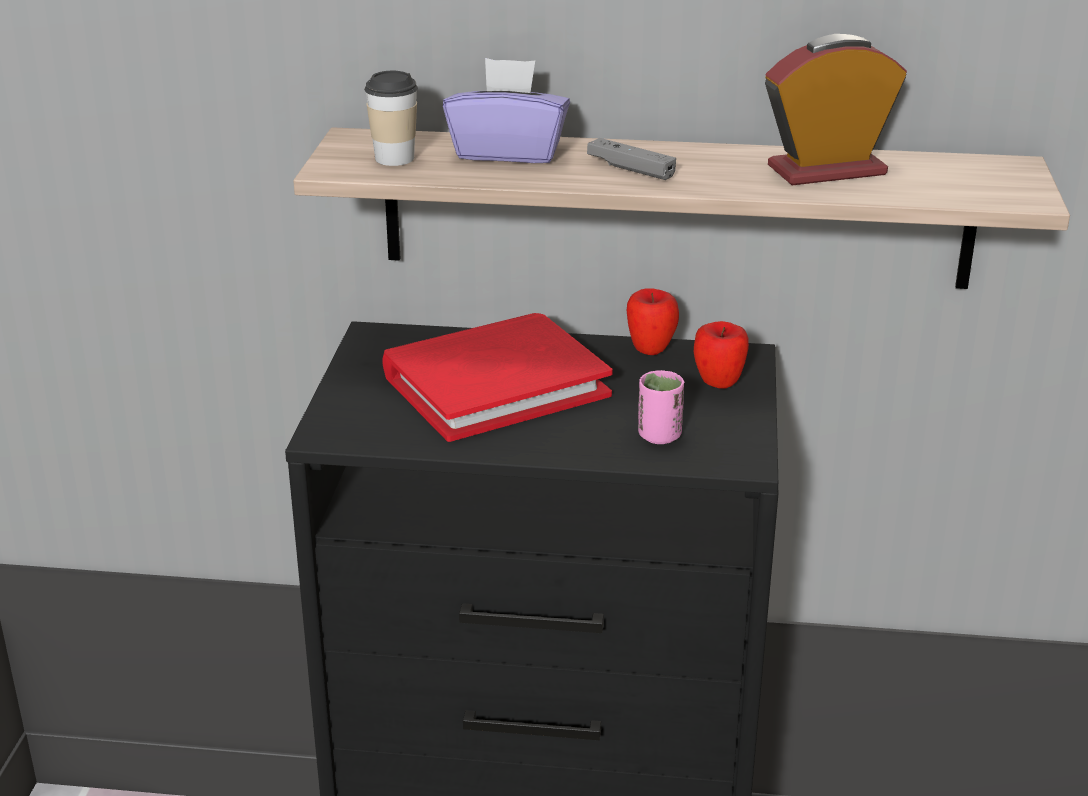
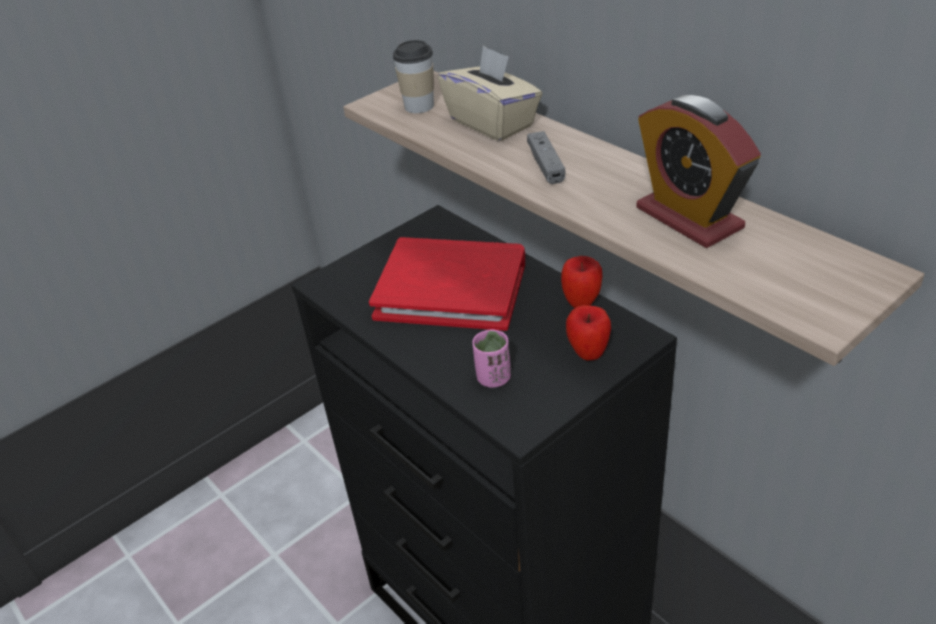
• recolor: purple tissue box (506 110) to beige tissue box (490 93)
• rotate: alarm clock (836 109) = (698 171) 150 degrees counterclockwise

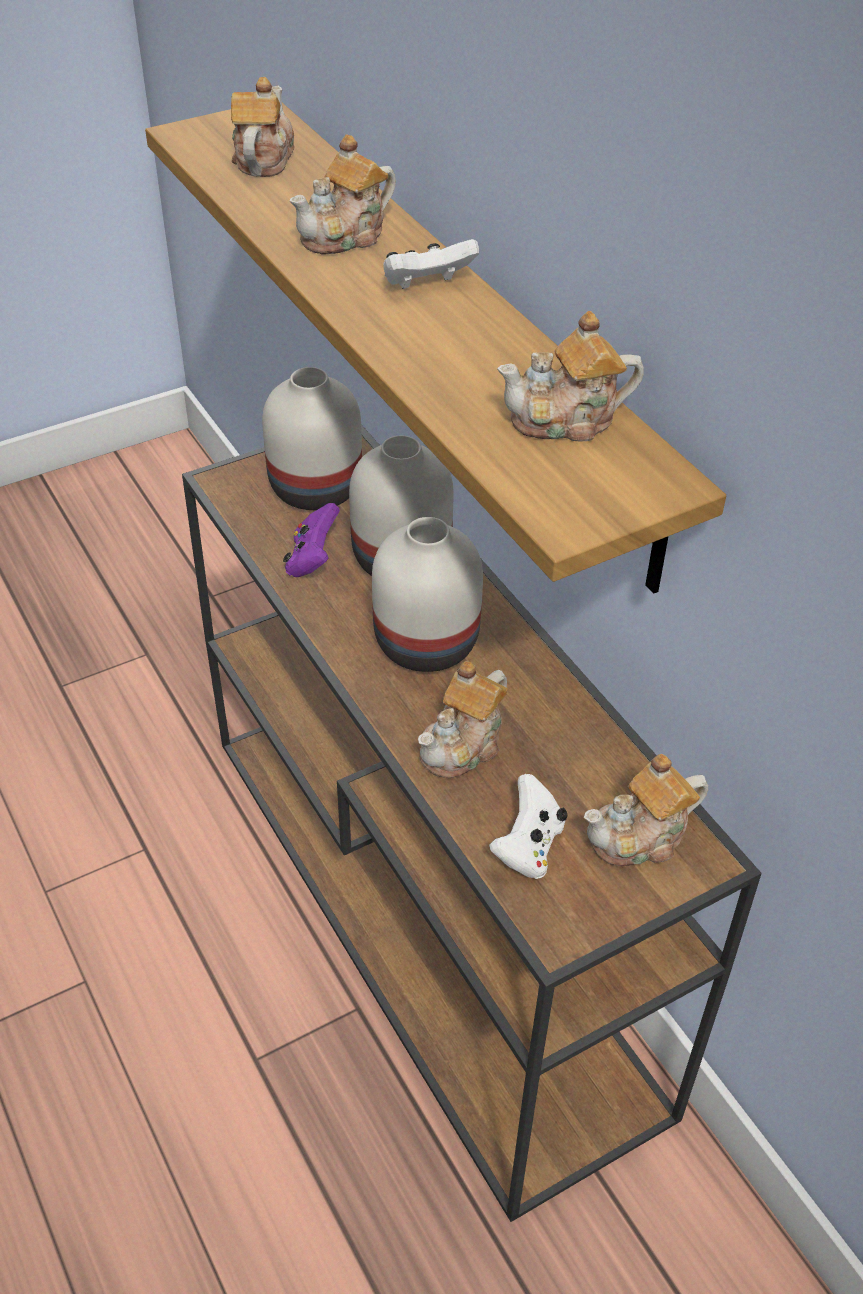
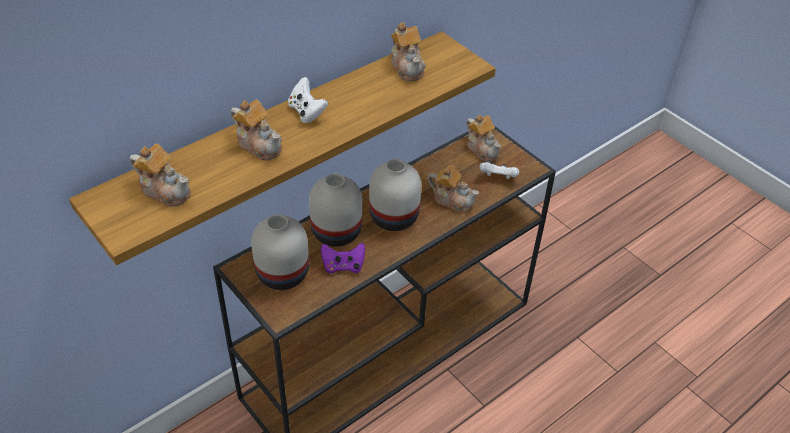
• rotate: teapot (263 127) = (160 175) 150 degrees counterclockwise

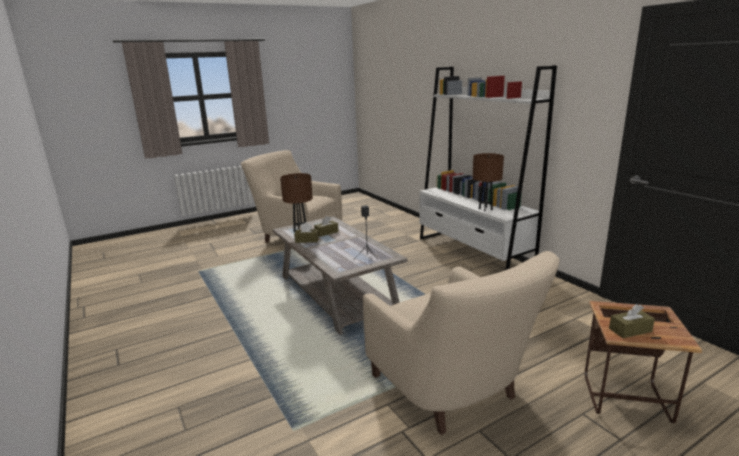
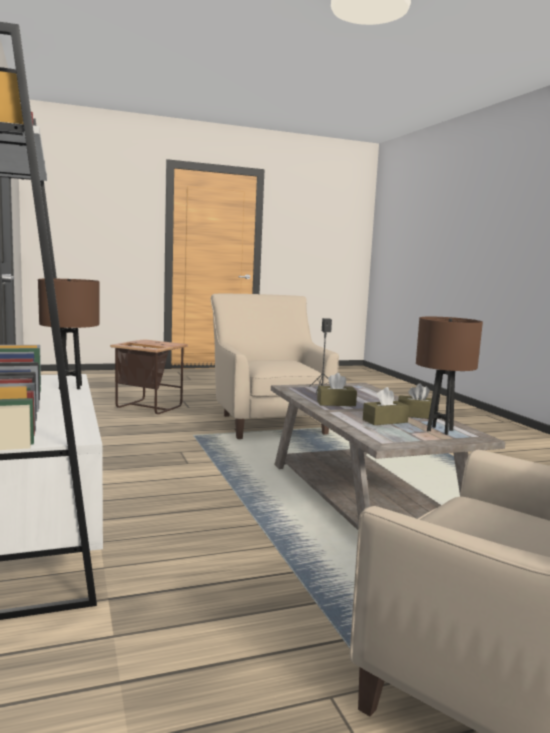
• move: brown tissue box (632 321) to (337 389)

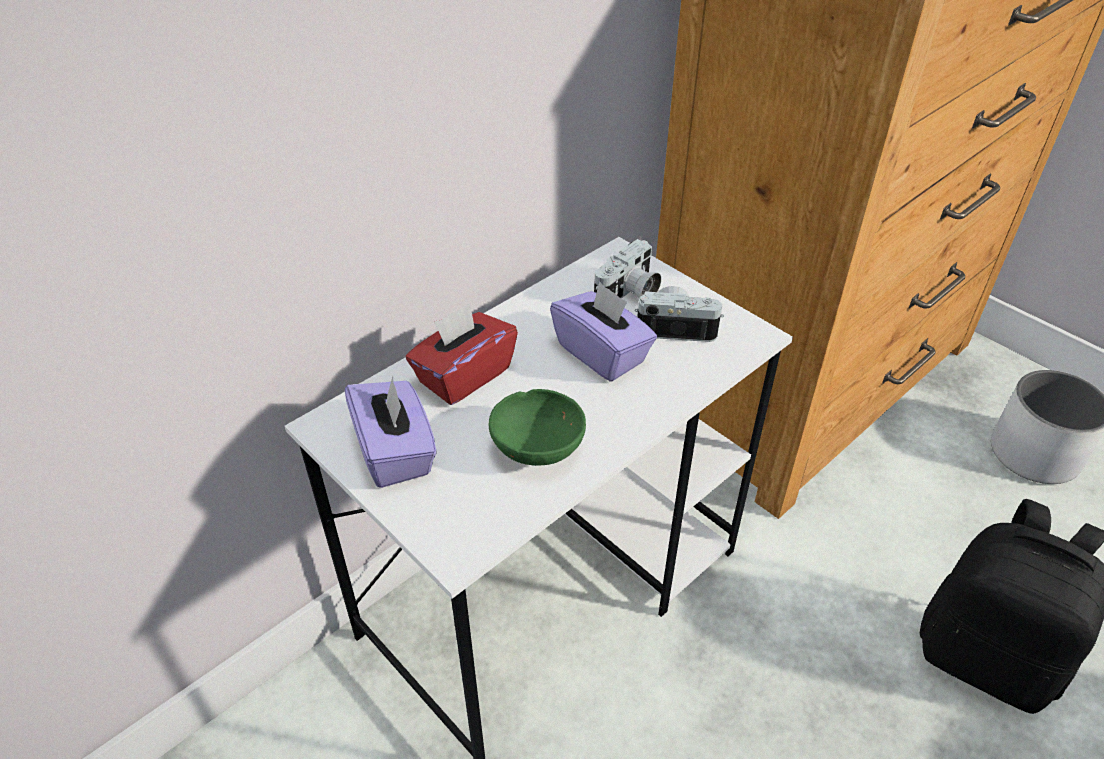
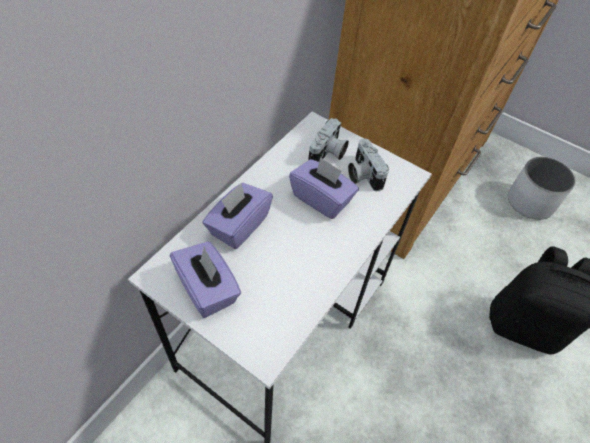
• recolor: red tissue box (462 354) to purple tissue box (237 216)
• delete: green bowl (537 427)
• rotate: photo camera (679 314) = (368 164) 105 degrees counterclockwise

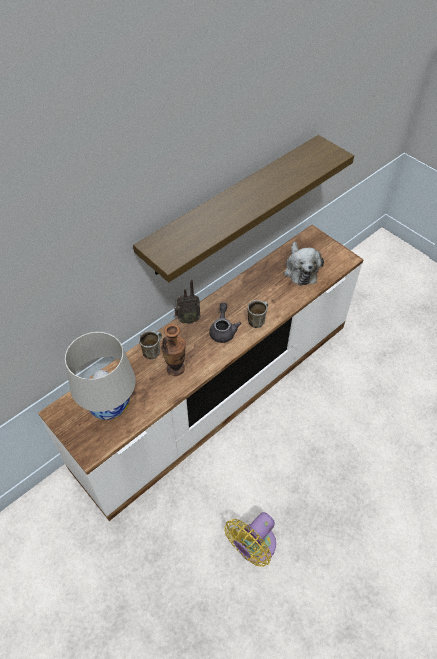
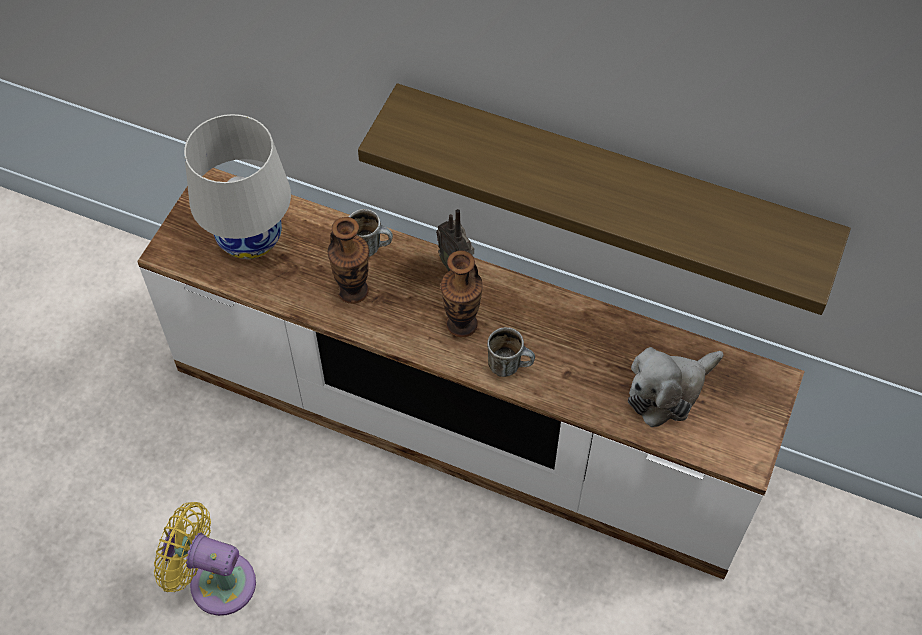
• replace: grey teapot (225 323) to vase (462 293)

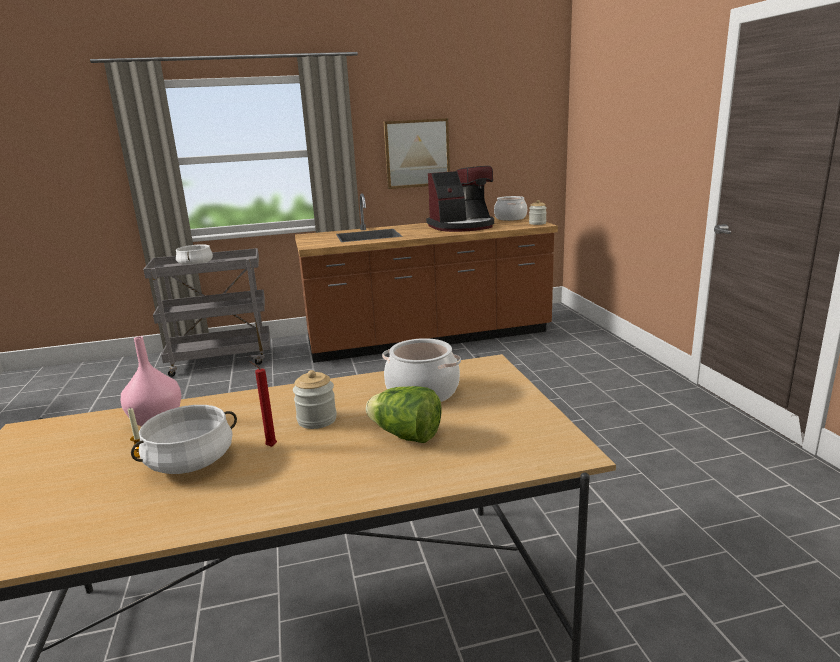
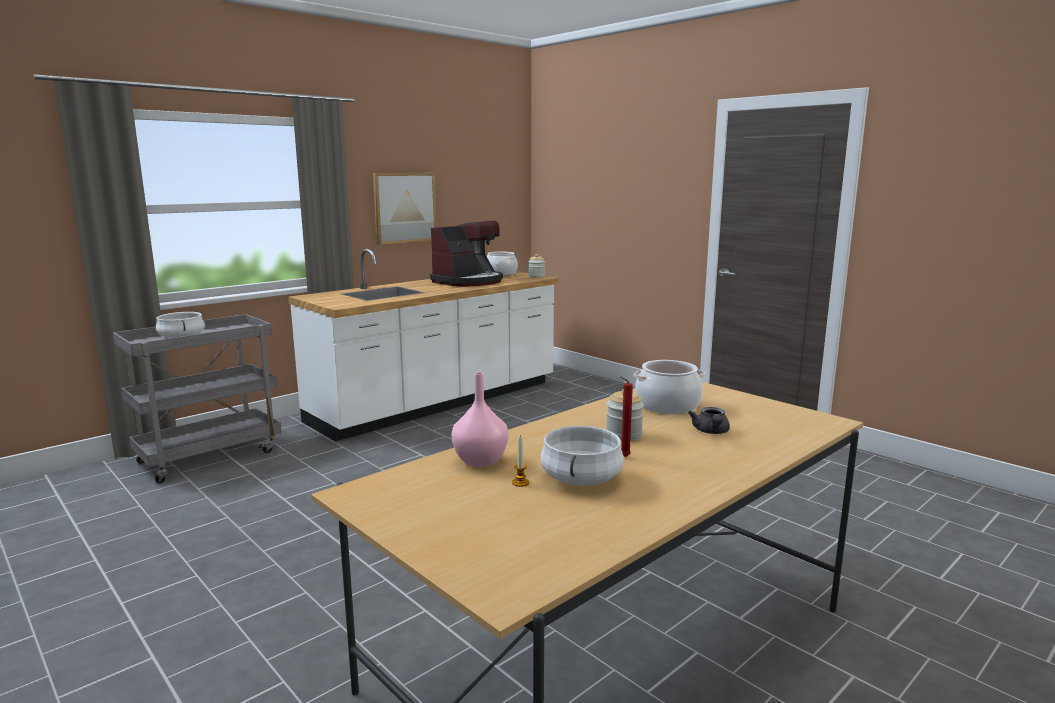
• recolor: brown counter (426 278) to white counter (423 345)
• replace: lettuce (404 414) to grey teapot (709 420)

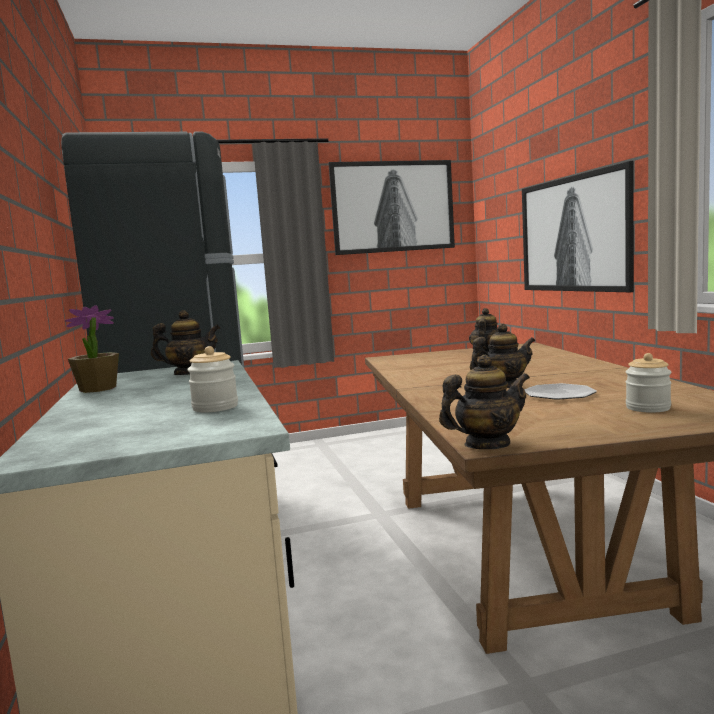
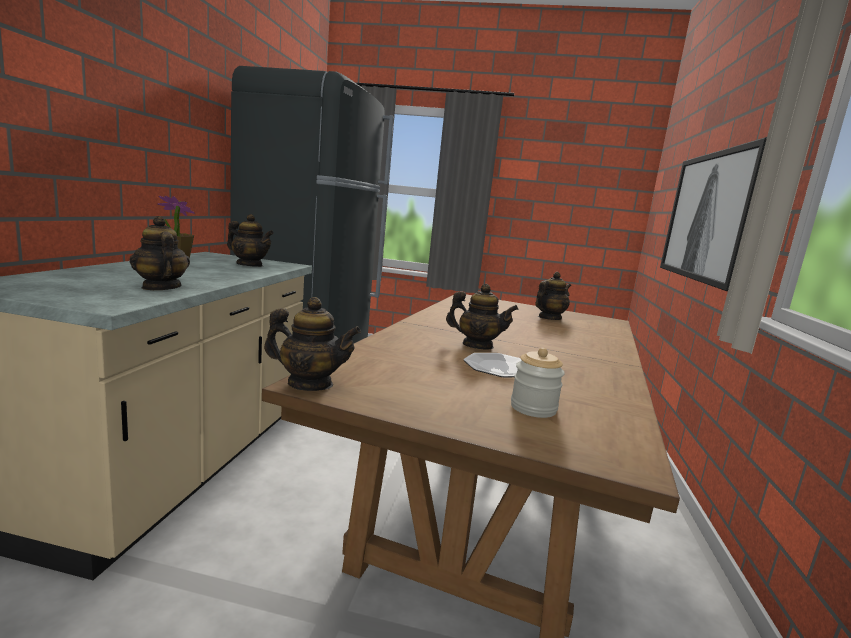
• replace: jar (212 379) to teapot (159 253)
• delete: picture (391 207)

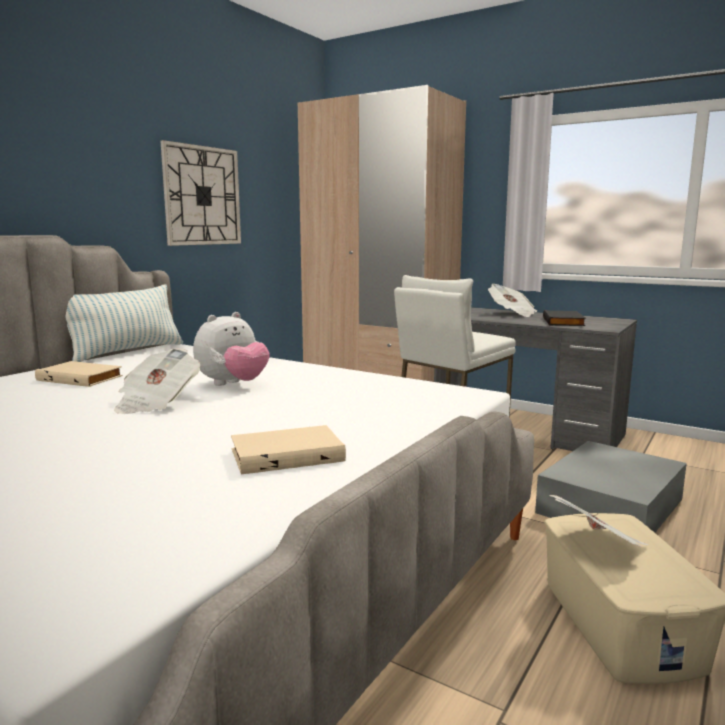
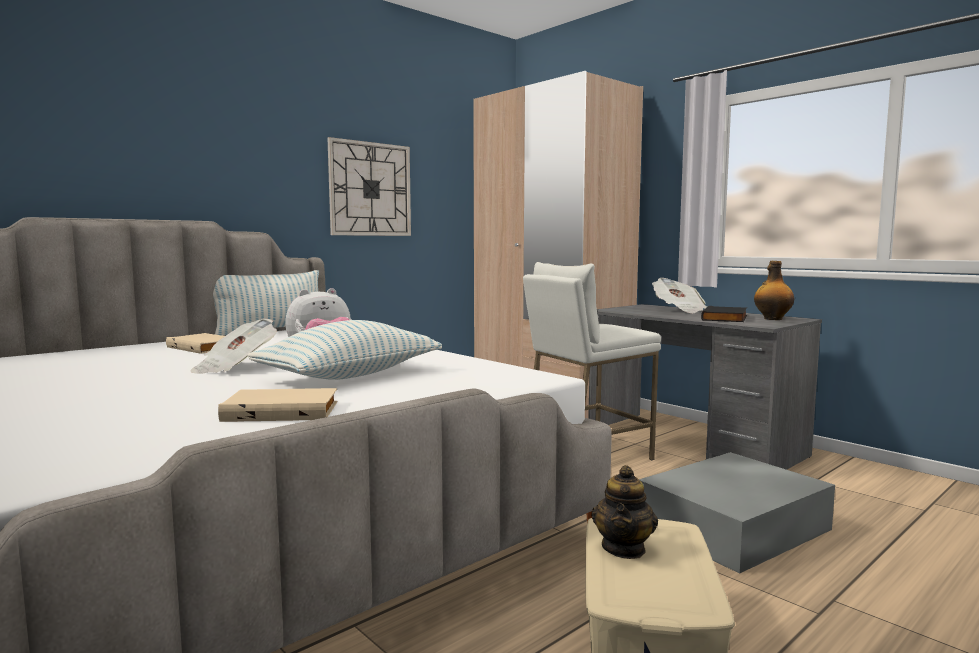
• replace: newspaper (598 521) to teapot (624 512)
• insert: pillow (344 350)
• insert: bottle (774 290)

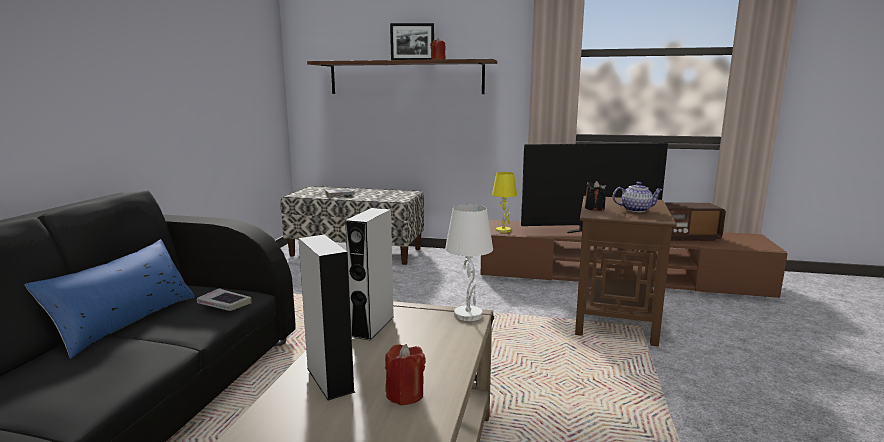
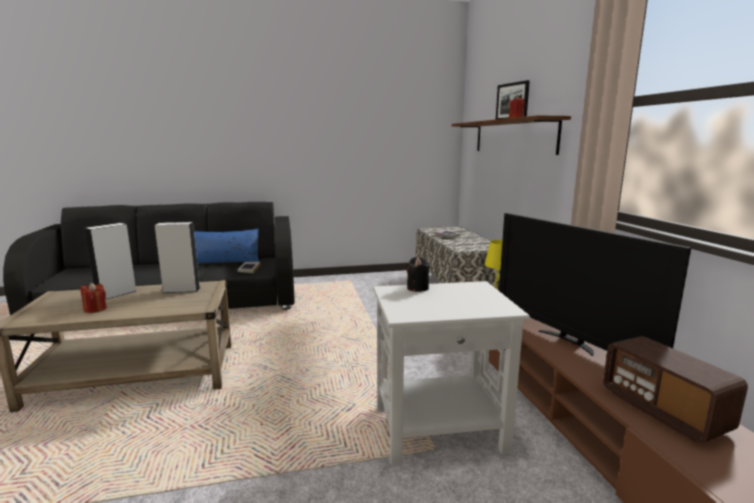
• delete: white table lamp (469 262)
• recolor: brown side table (625 271) to white side table (451 373)
• delete: teapot (638 197)

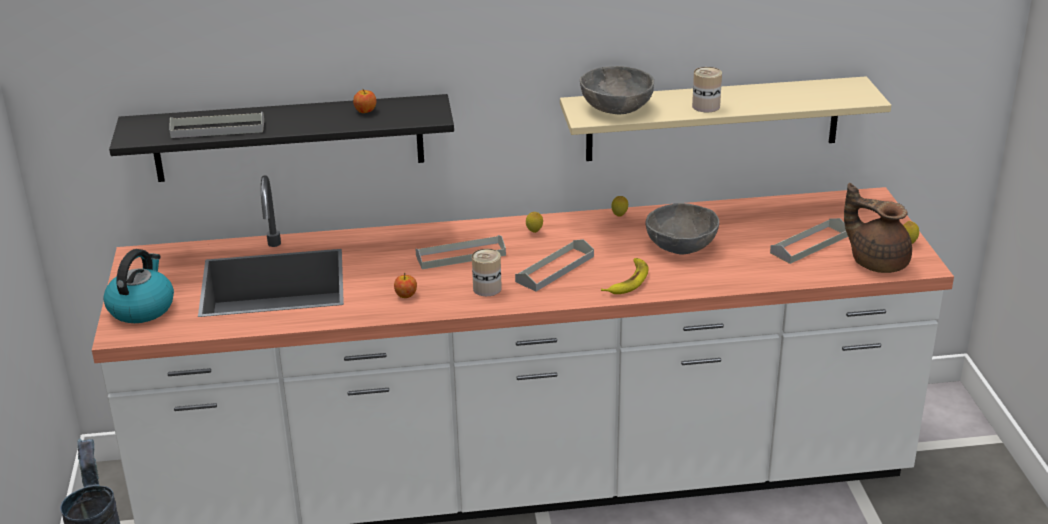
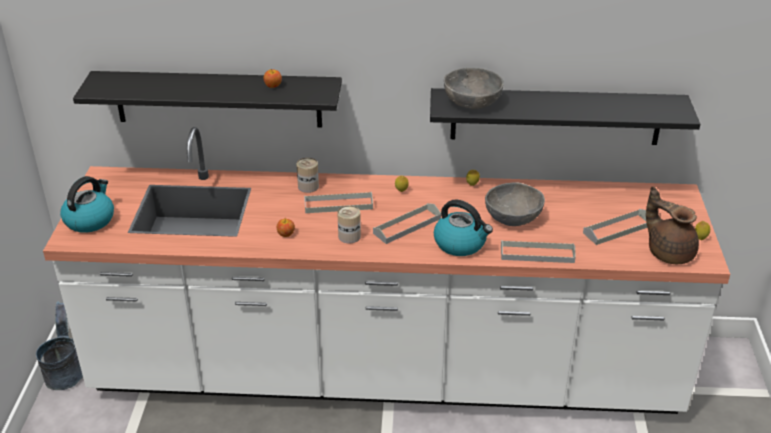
• move: grey tray (216 125) to (538 251)
• recolor: beige shelf (725 118) to black shelf (565 116)
• replace: banana (625 276) to kettle (463 228)
• move: can (707 89) to (308 175)

